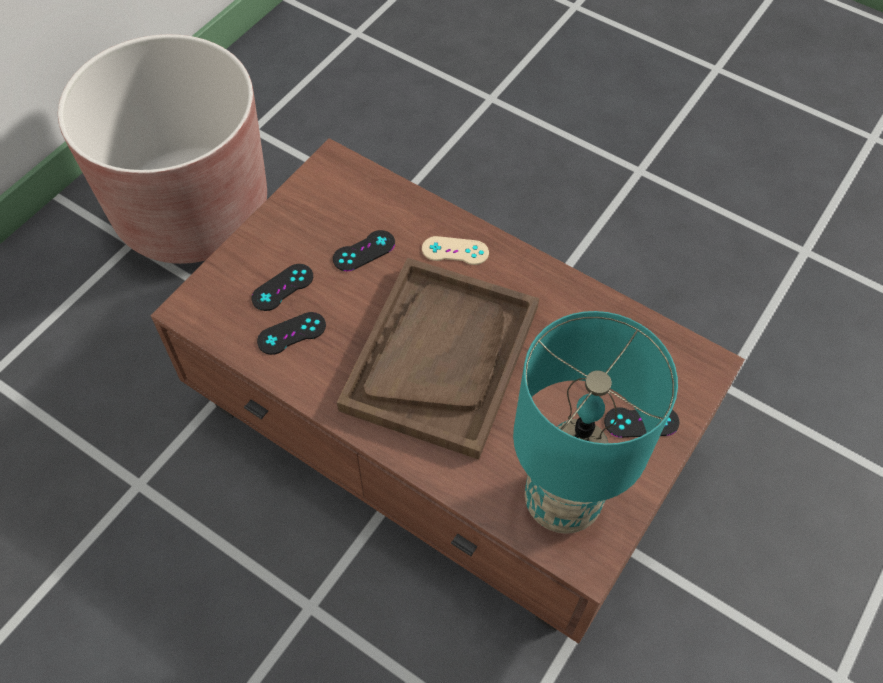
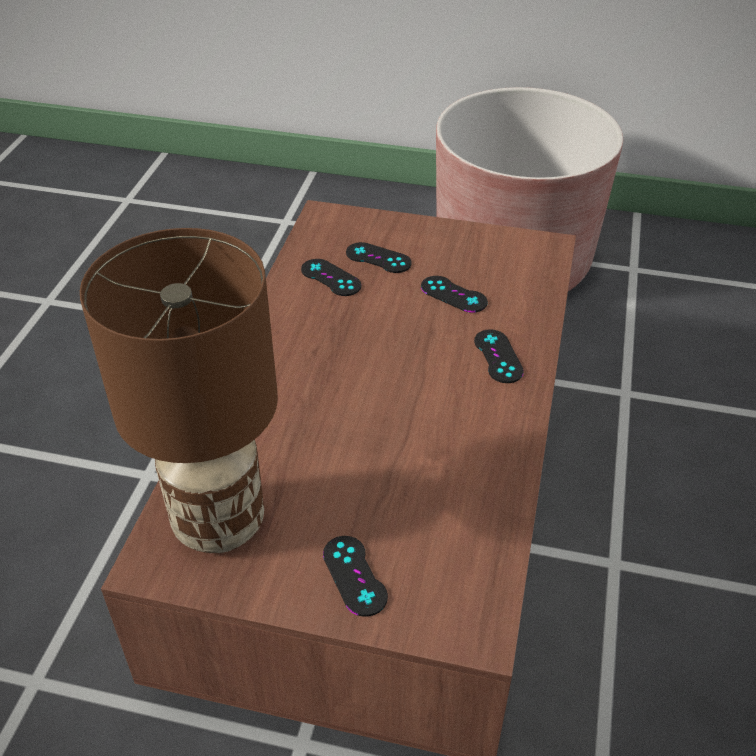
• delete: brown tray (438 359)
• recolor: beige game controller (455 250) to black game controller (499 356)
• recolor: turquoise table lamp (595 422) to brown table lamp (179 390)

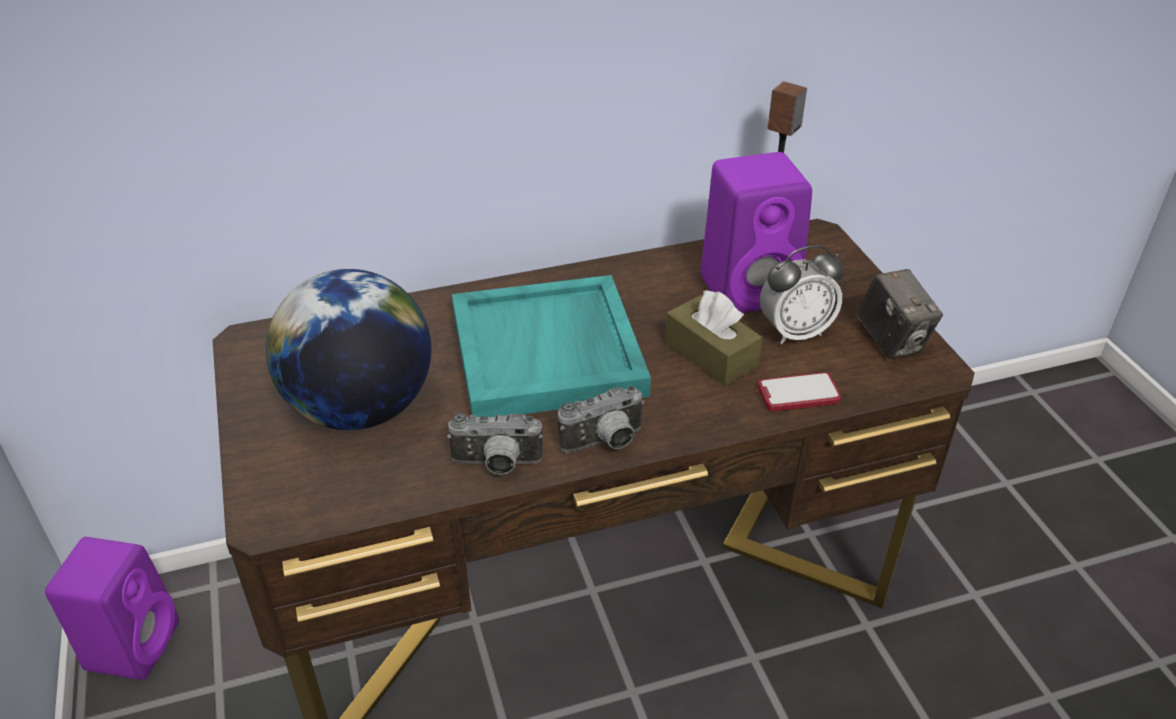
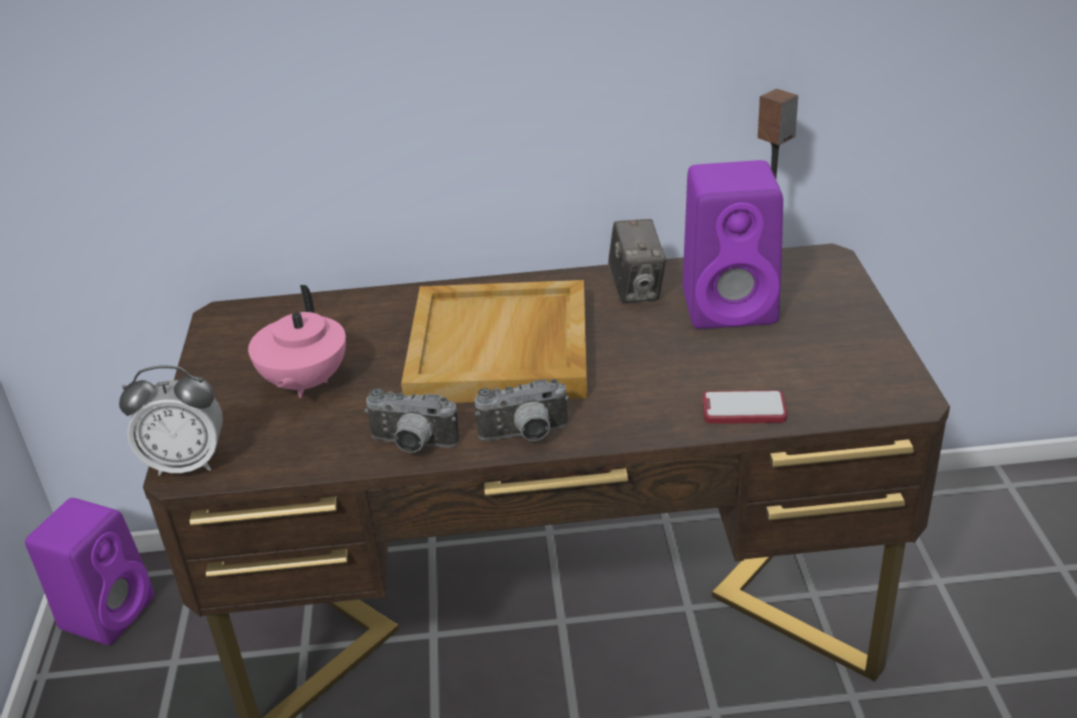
• replace: globe (348 349) to pink teapot (297 341)
• recolor: turquoise tray (551 346) to beige tray (494 341)
• delete: brown tissue box (714 338)
• move: alarm clock (802 294) to (171 420)
• move: photo camera (899 314) to (637 261)

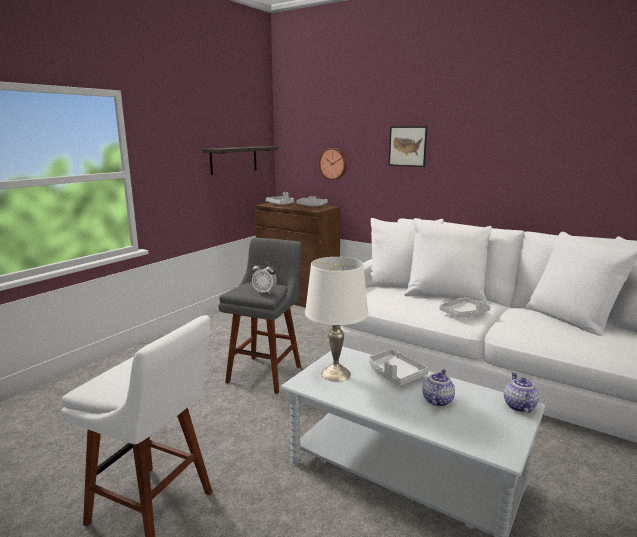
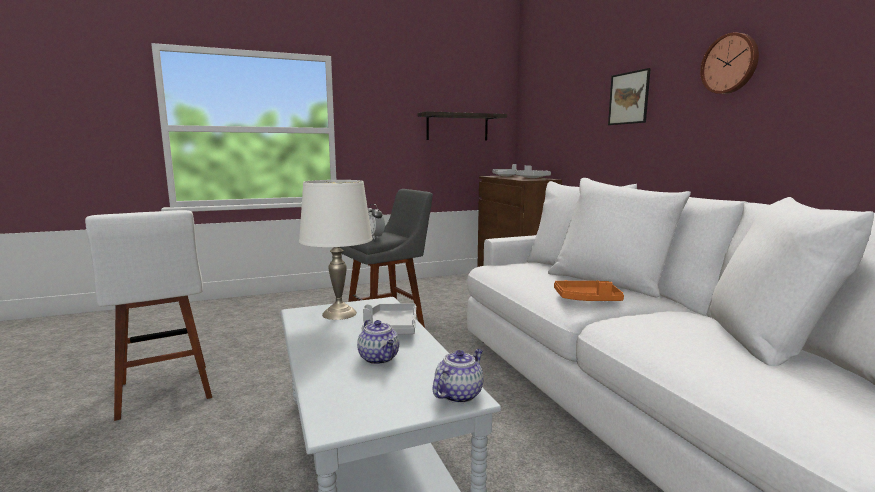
• move: wall clock (333 164) to (729 63)
• rotate: teapot (438 388) = (378 342) 90 degrees clockwise
• recolor: grey tray (465 307) to orange tray (589 290)

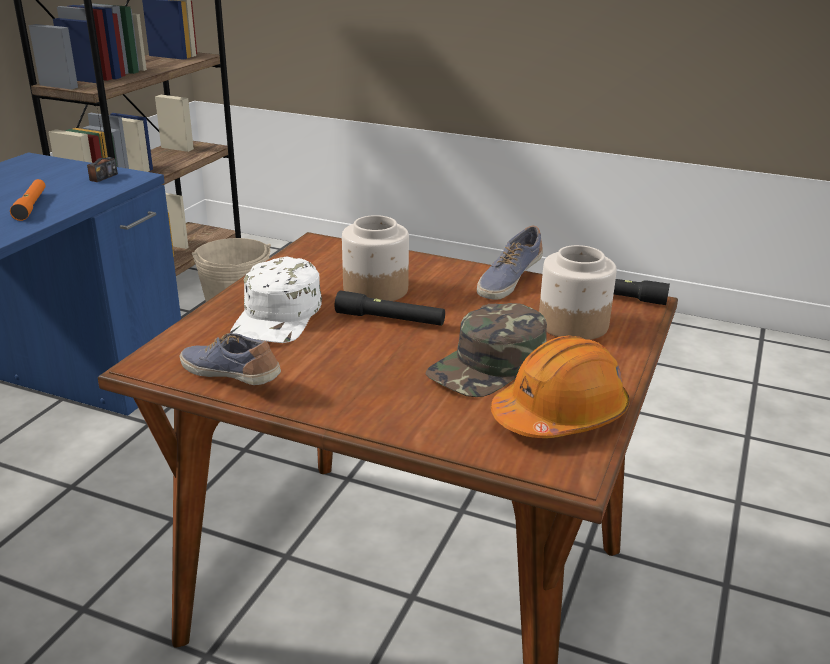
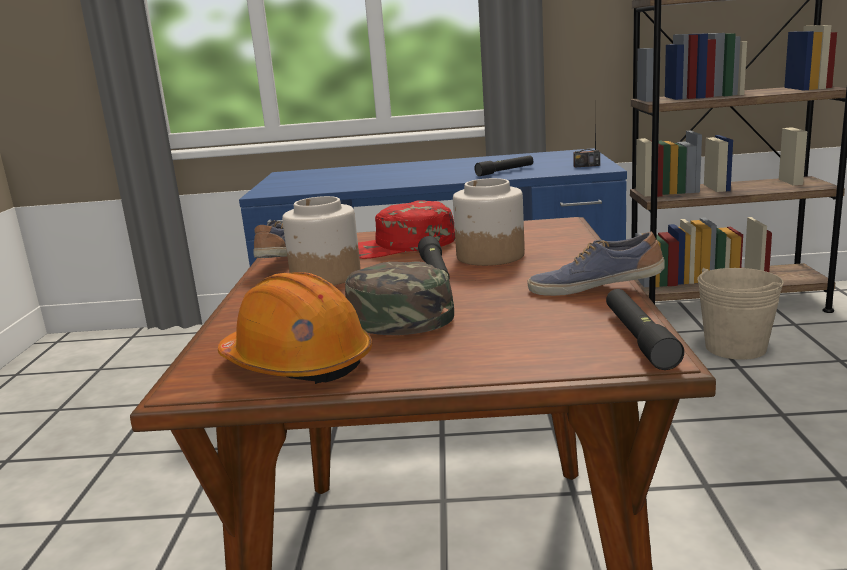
• recolor: orange flashlight (28 200) to black flashlight (504 165)
• recolor: white cap (276 299) to red cap (406 229)
• move: jar (578 292) to (321 240)

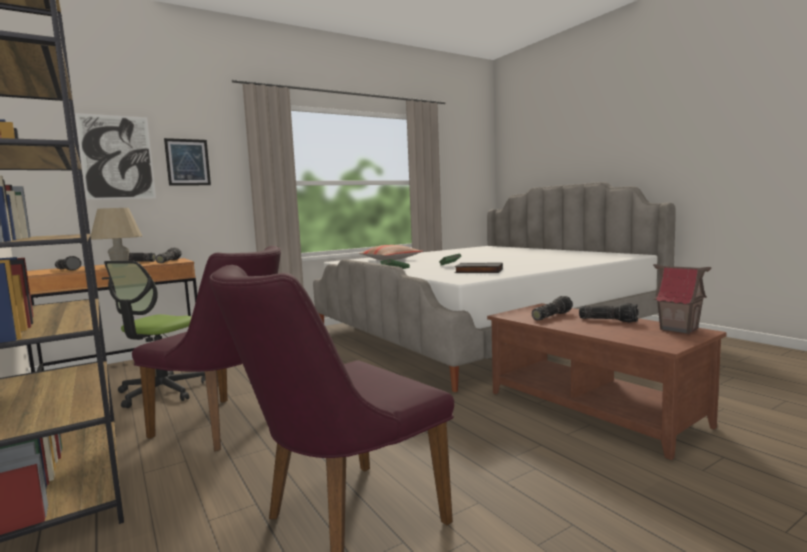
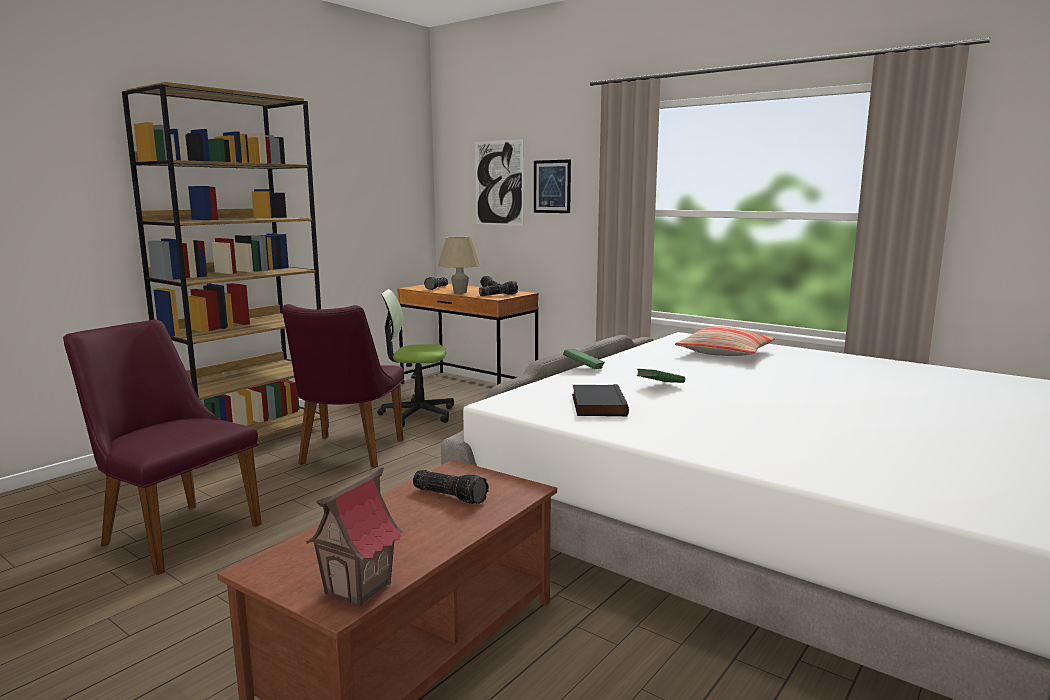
• delete: flashlight (608 313)

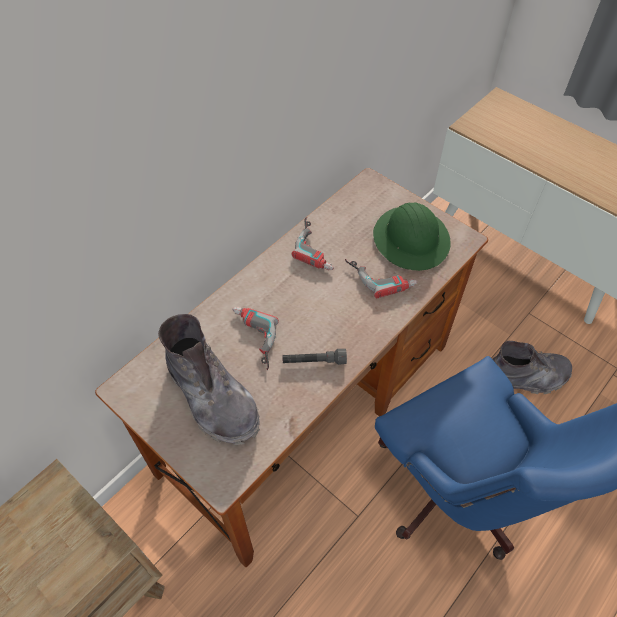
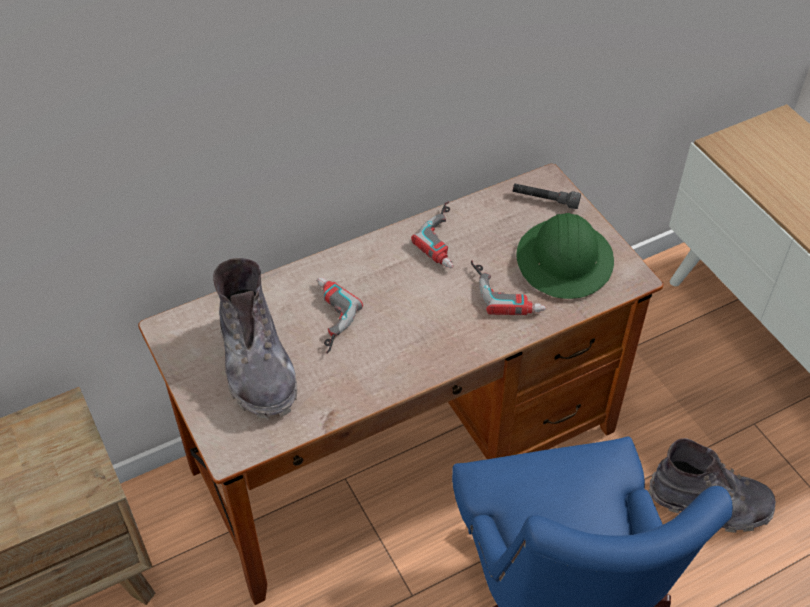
• move: grey flashlight (314 357) to (547 196)

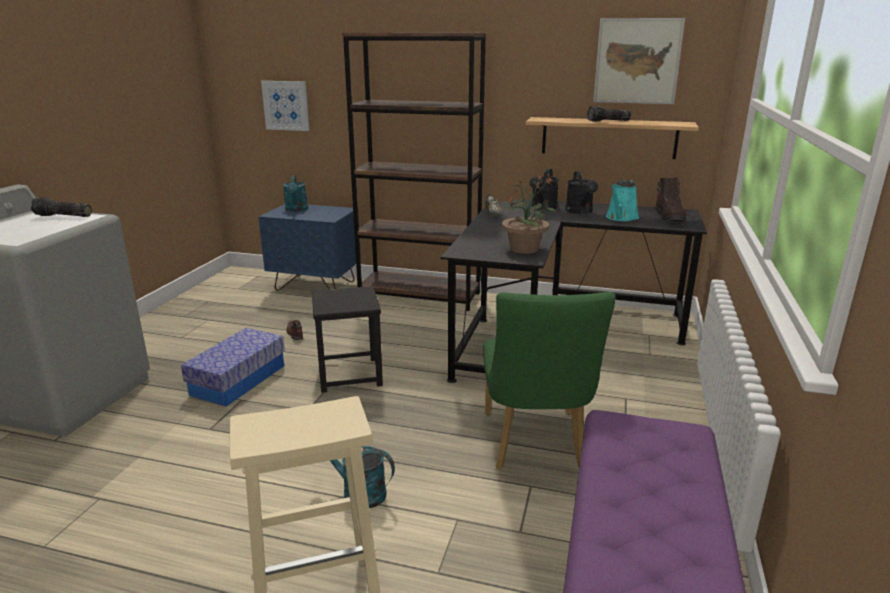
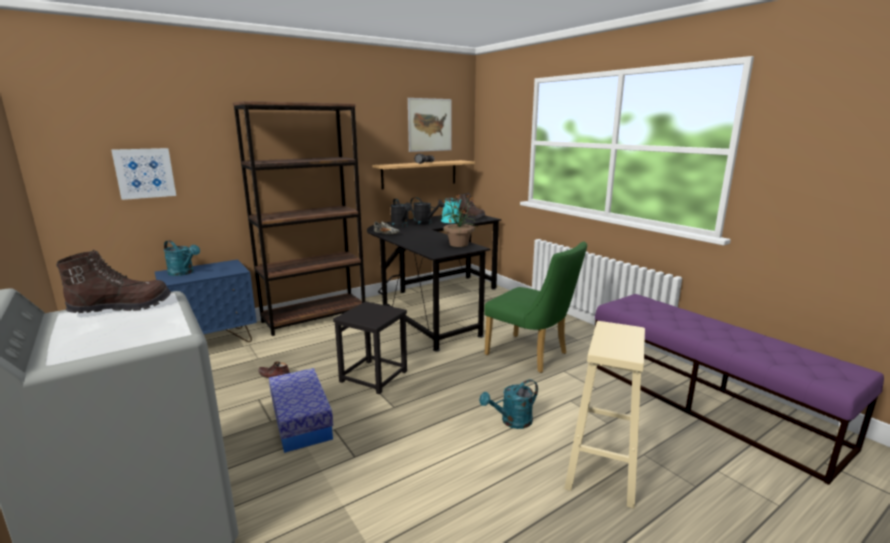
• replace: flashlight (61 207) to brown boot (113 281)

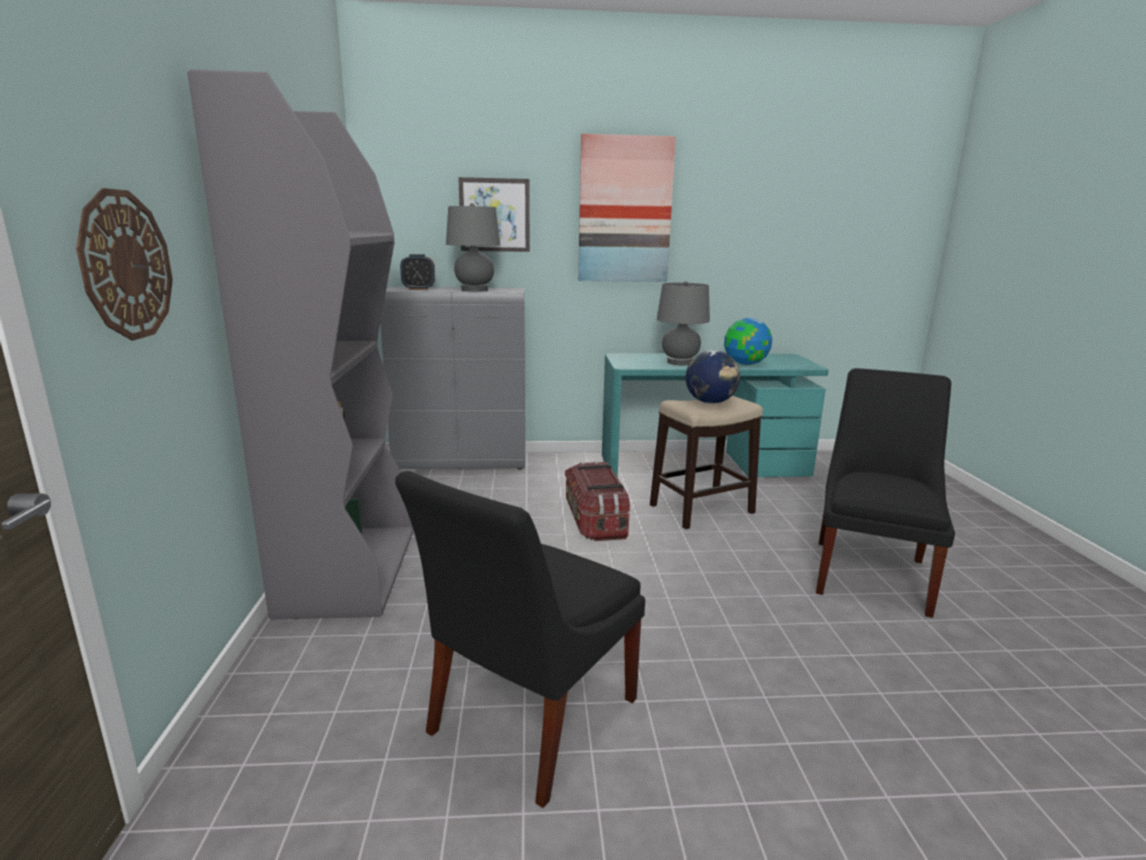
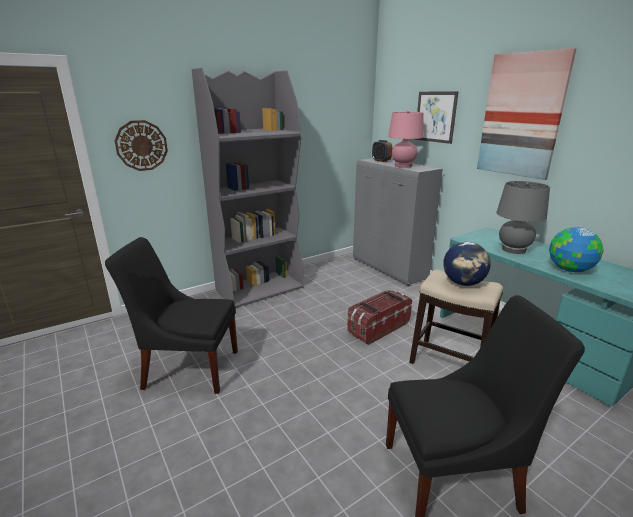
• recolor: grey table lamp (473 247) to pink table lamp (406 138)

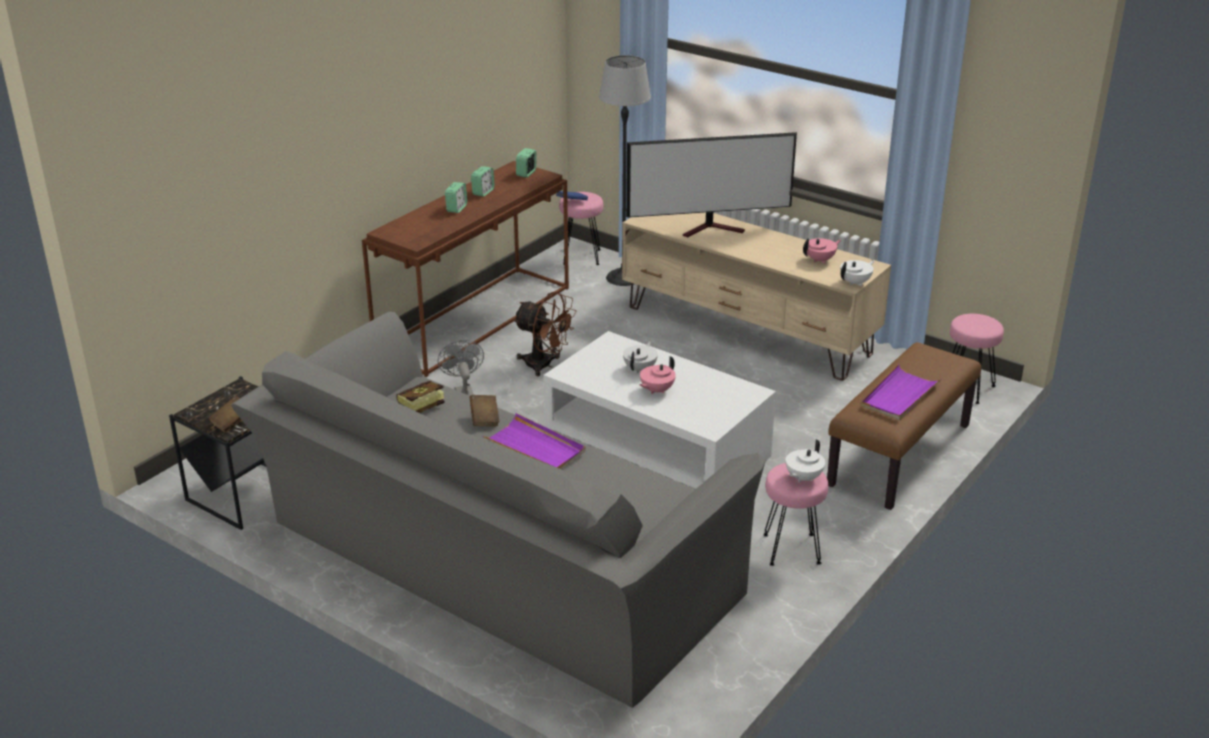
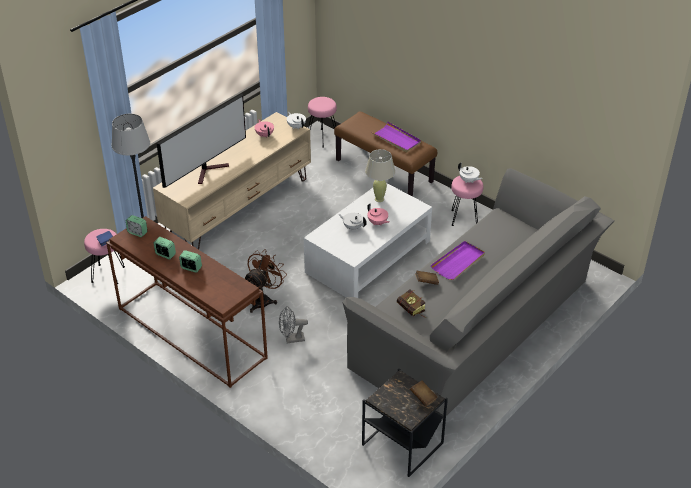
• rotate: television (711 184) = (201 141) 45 degrees clockwise
• insert: beige table lamp (380 175)

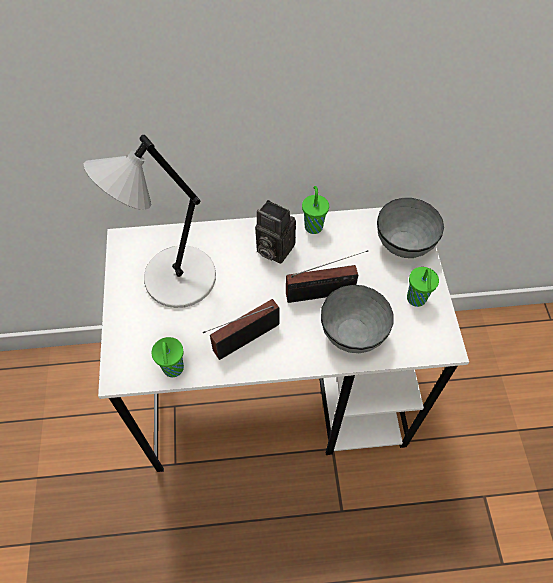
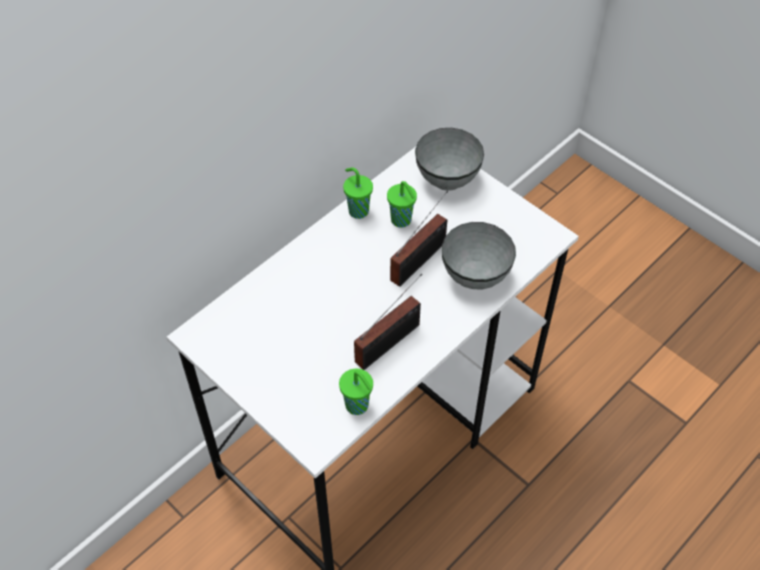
• delete: grey table lamp (150 221)
• rotate: radio (241 329) = (388 322) 150 degrees counterclockwise
• delete: photo camera (275 232)
• move: green cup (423 287) to (402 204)

